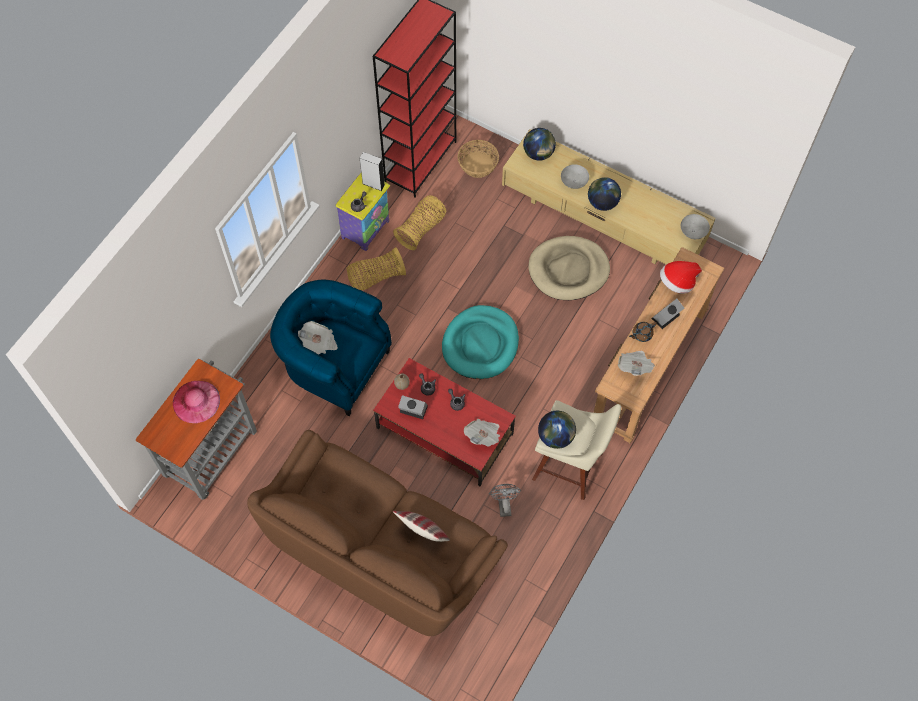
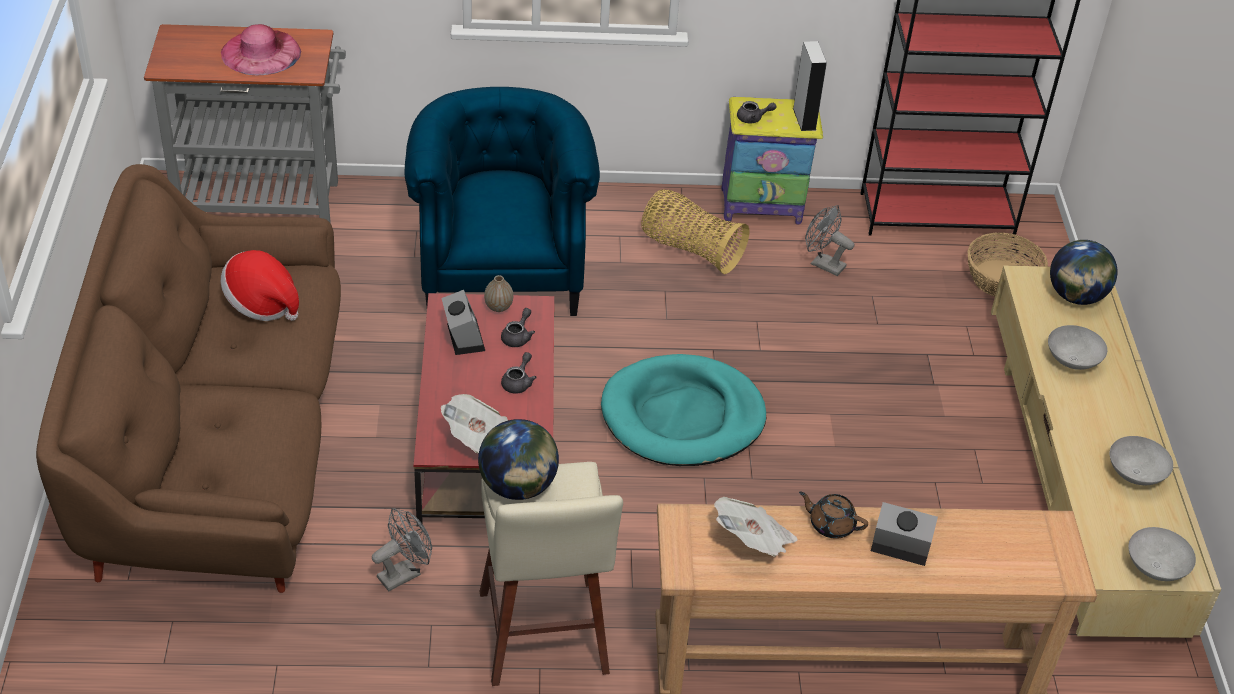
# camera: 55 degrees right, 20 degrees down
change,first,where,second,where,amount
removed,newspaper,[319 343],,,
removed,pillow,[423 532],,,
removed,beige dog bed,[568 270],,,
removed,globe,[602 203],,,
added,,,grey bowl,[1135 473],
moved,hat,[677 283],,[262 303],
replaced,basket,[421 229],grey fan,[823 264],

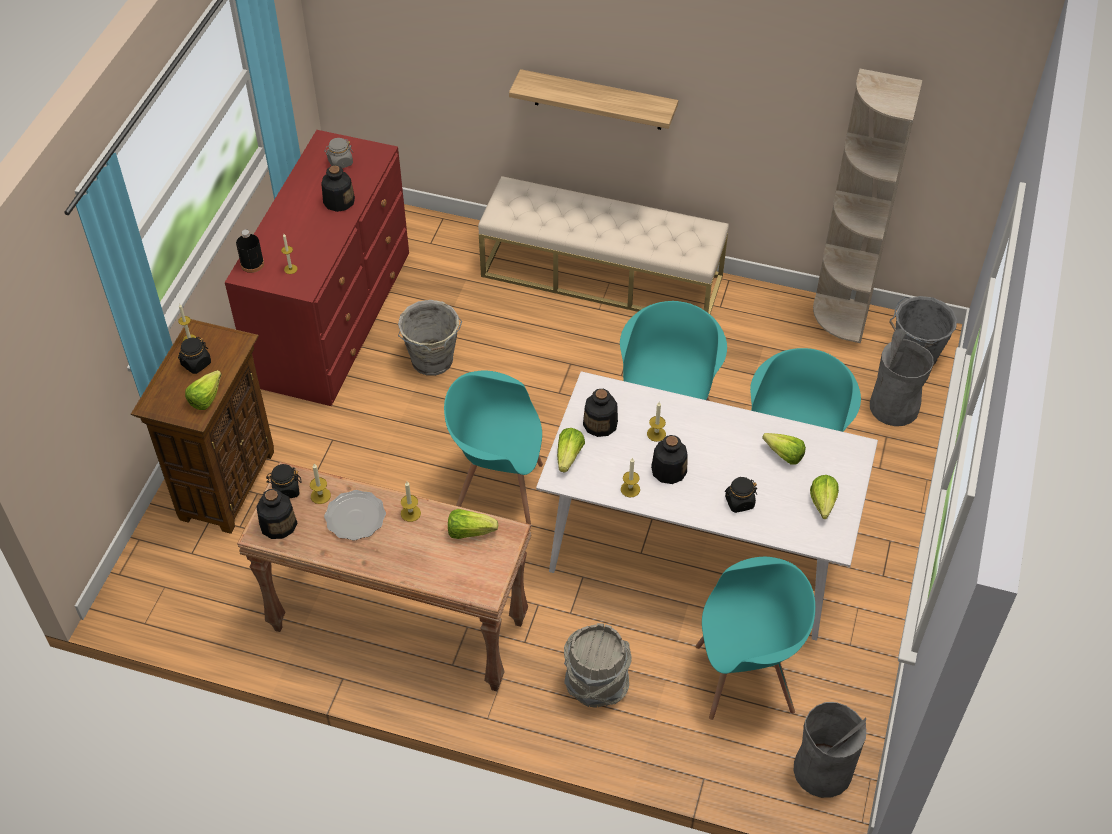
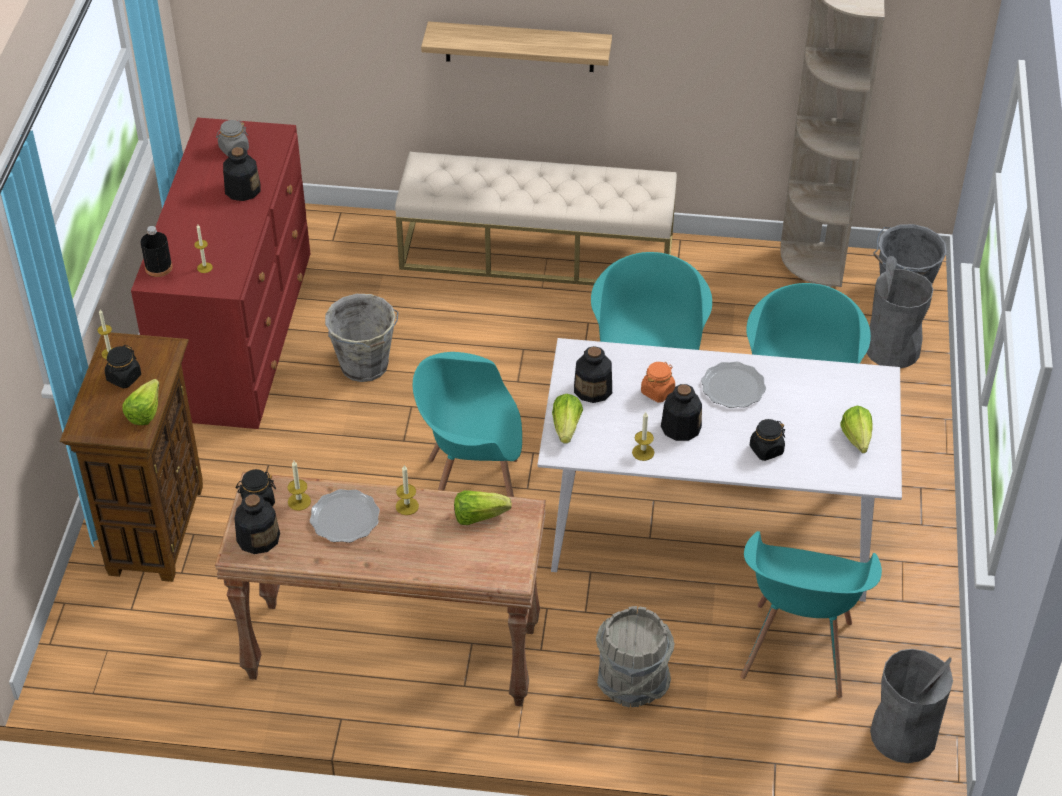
# camera: 10 degrees left, 5 degrees down
change,first,where,second,where,amount
removed,lettuce,[781 453],,,
added,,,plate,[733 387],
replaced,candle,[656 434],orange jar,[657 391],
turned,turquoise chair,[746 678],,[797 652],120 degrees clockwise

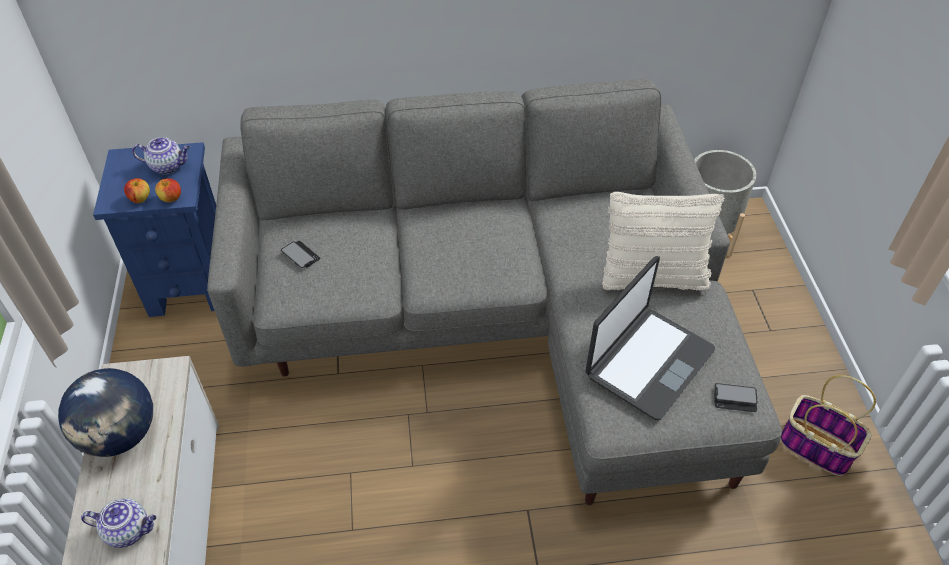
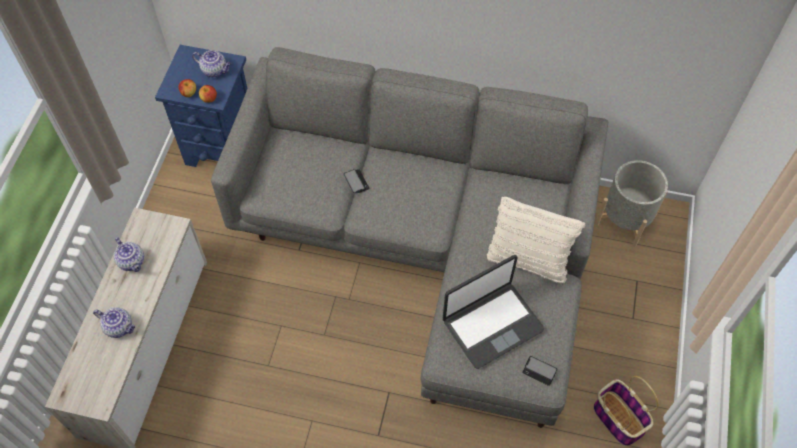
# camera: 20 degrees right, 10 degrees up
change,first,where,second,where,amount
moved,phone,[300 255],,[356 181],
replaced,globe,[121 435],teapot,[132 262],

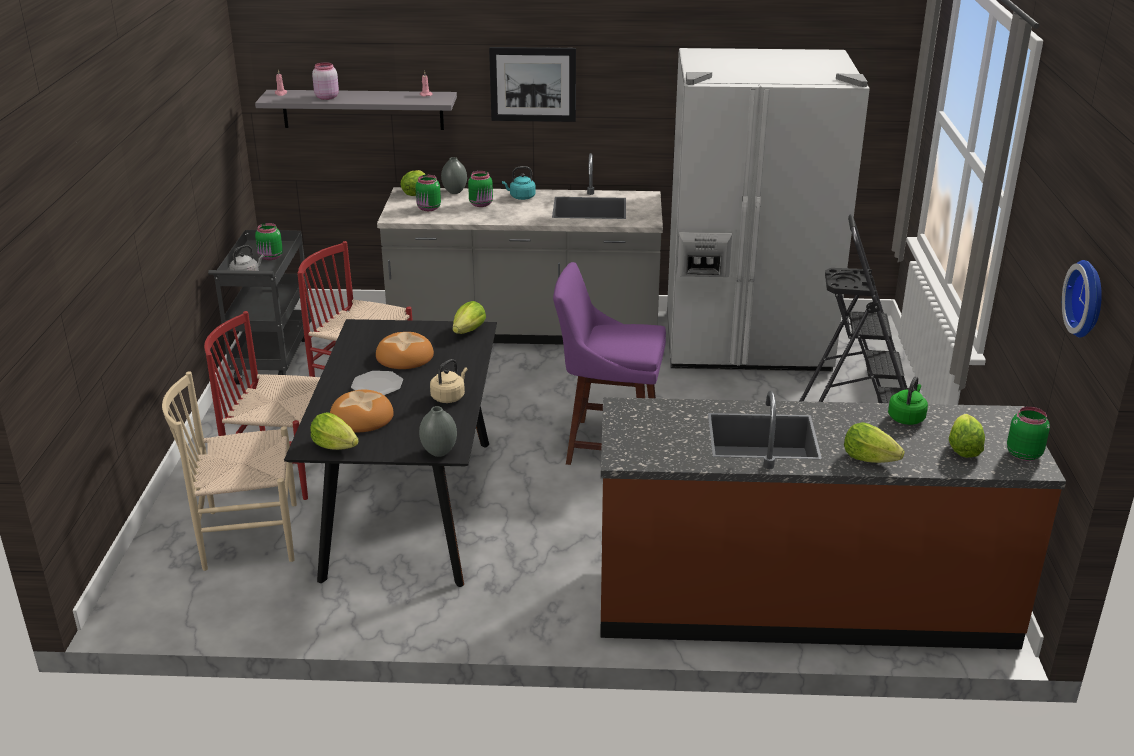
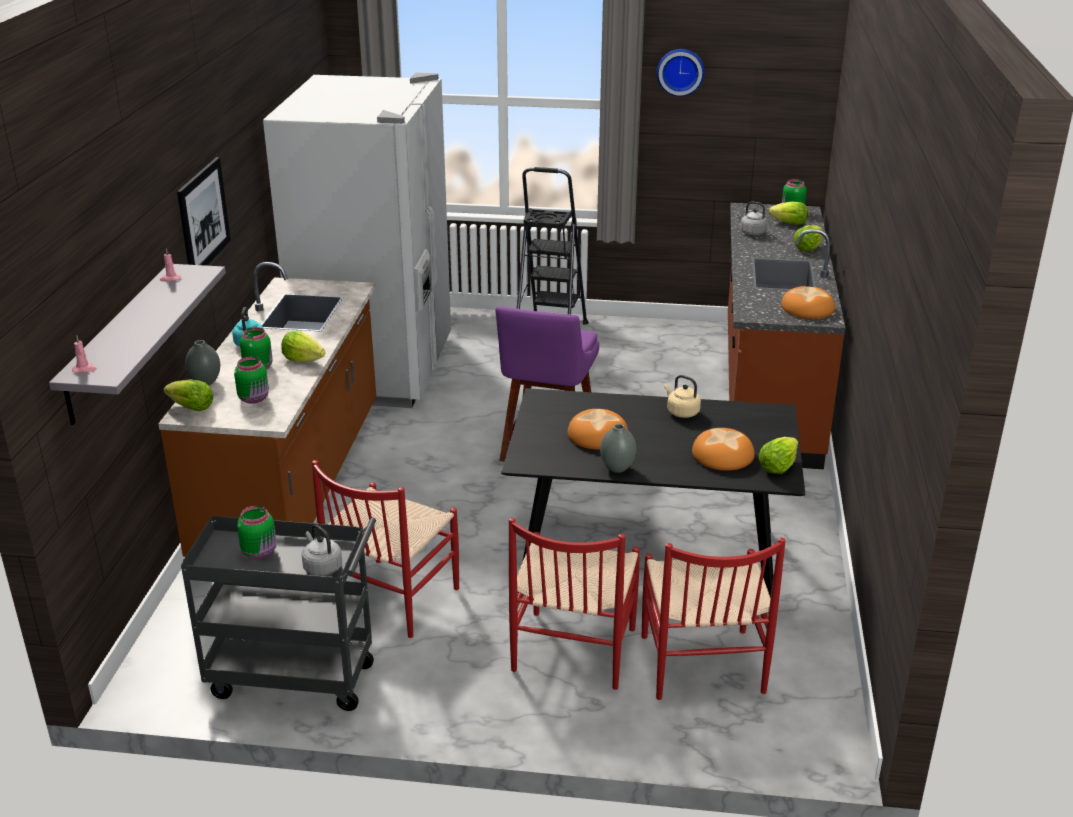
# camera: 85 degrees left, 0 degrees up
change,first,where,second,where,amount
removed,pink jar,[326 97],,,
removed,plate,[377 385],,,
added,,,bread,[808 308],
moved,grey vase,[439 452],,[616 468],
moved,lettuce,[469 331],,[303 360],
moved,wall clock,[1089 298],,[680 71],
recoloured,beige chair,[245 536],red chair,[702 669],
recoloured,grey counter,[525 331],brown counter,[295 485],
recoloured,green kettle,[906 417],grey kettle,[751 232],

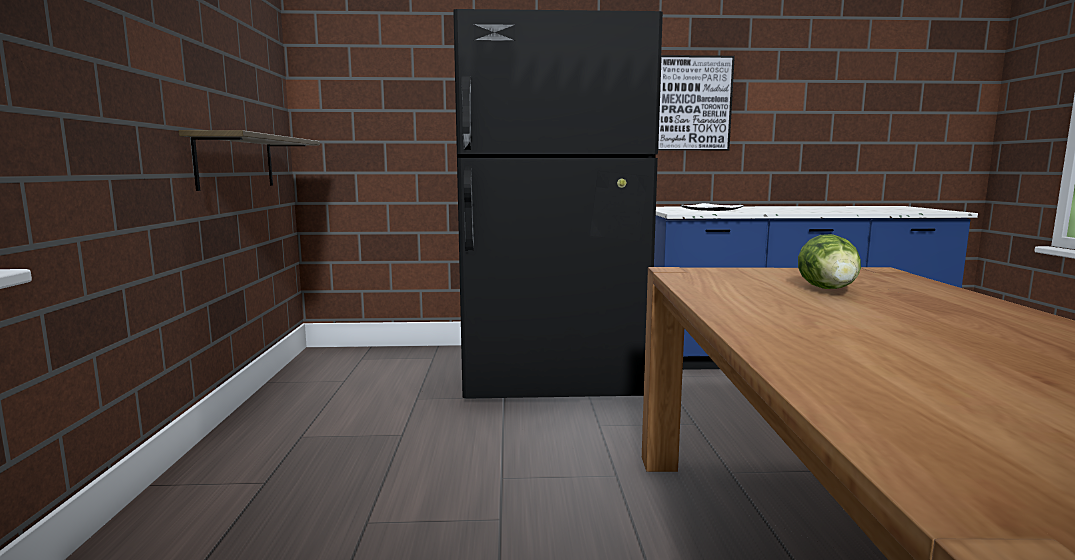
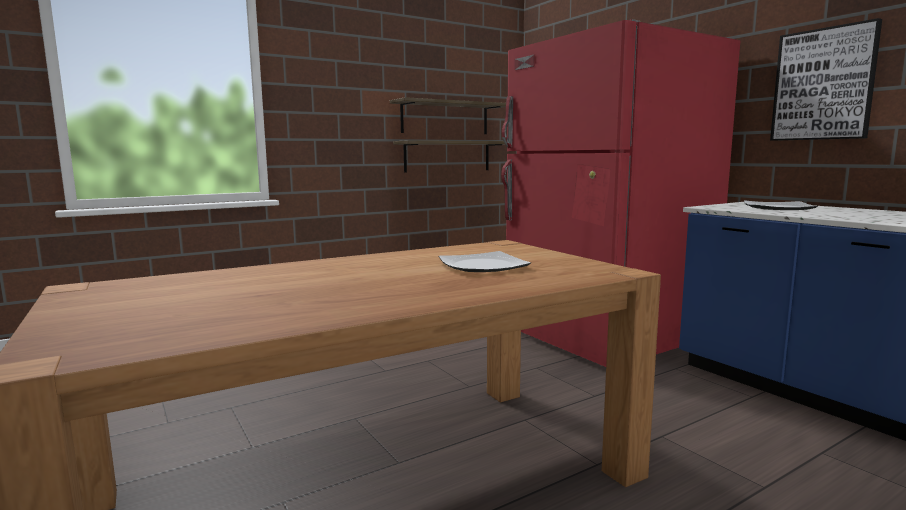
# camera: 60 degrees right, 0 degrees up
change,first,where,second,where,amount
added,,,shelf,[445 118],
replaced,lettuce,[830 290],plate,[484 266],
recoloured,black fridge,[551 371],red fridge,[606 335],

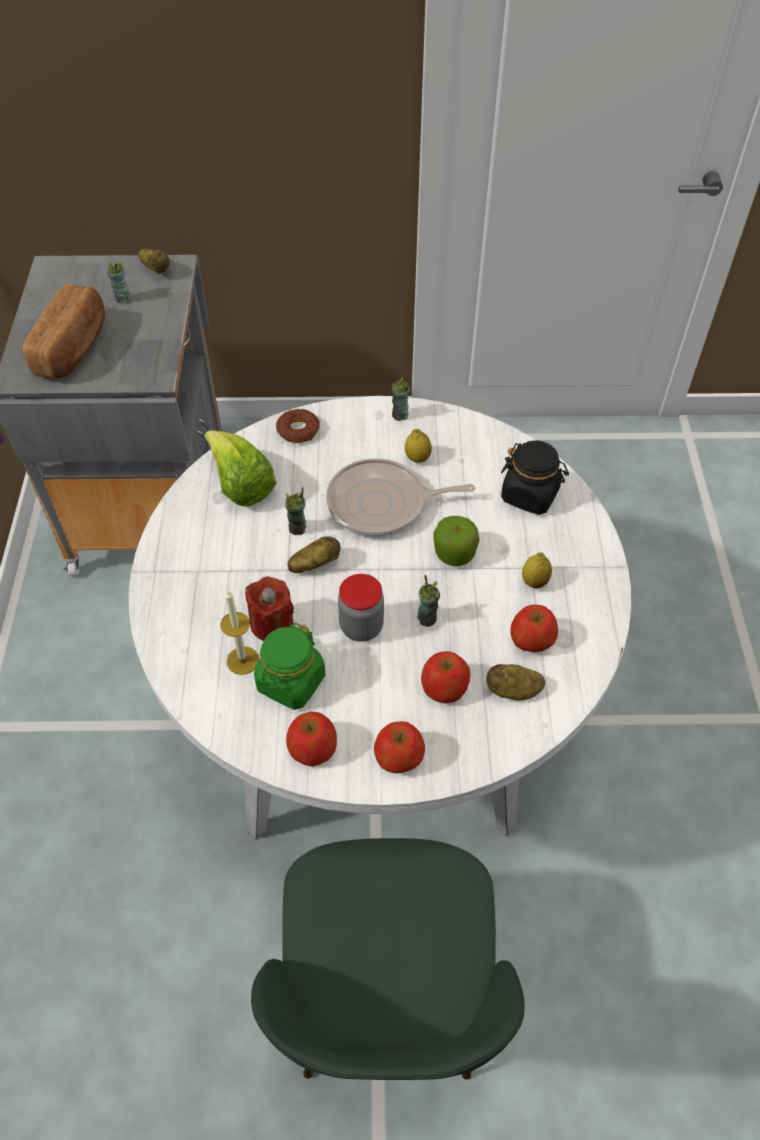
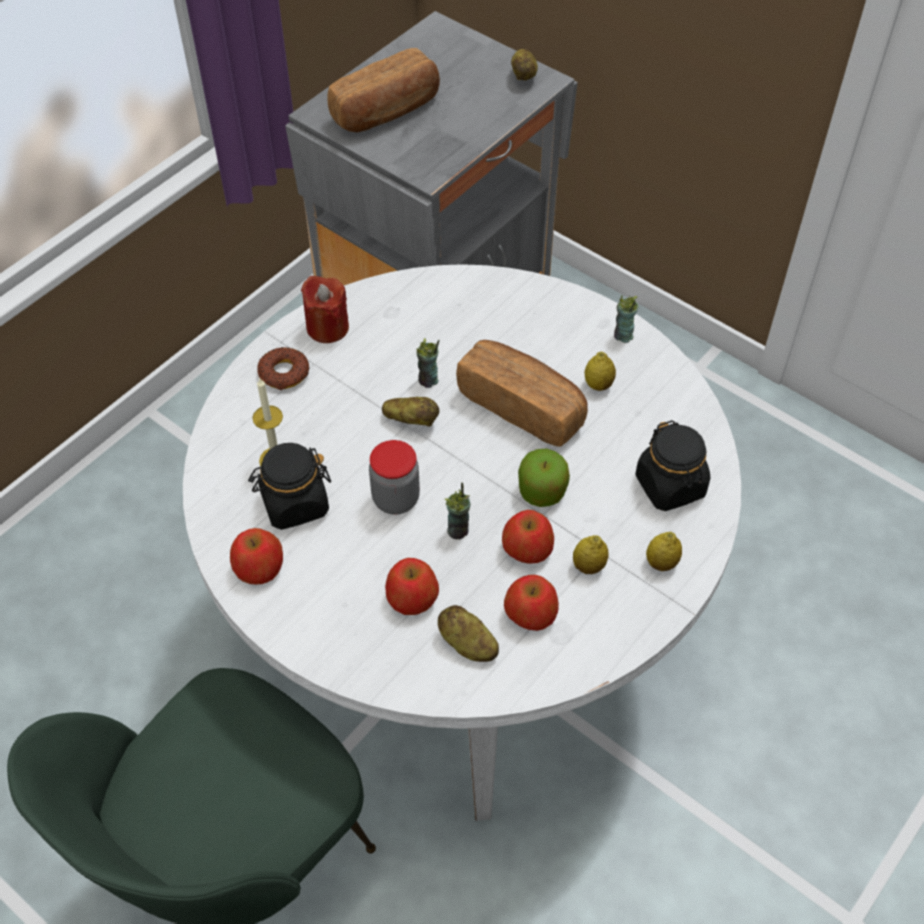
# camera: 40 degrees right, 0 degrees up
change,first,where,second,where,amount
removed,cup,[123 299],,,
removed,lettuce,[241 485],,,
added,,,lemon,[661 563],
moved,red candle,[272 624],,[327 327],
moved,donut,[298 430],,[284 373],
moved,apple,[398 756],,[527 548],
replaced,frying pan,[382 504],bread,[522 406],
recoloured,green jar,[291 682],black jar,[294 504],

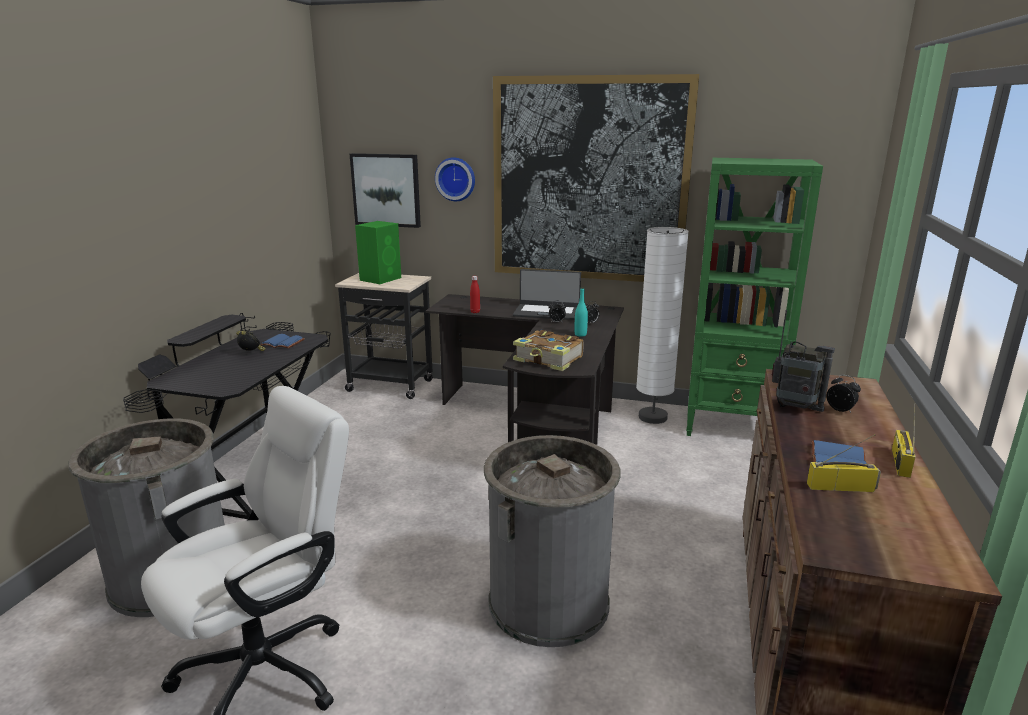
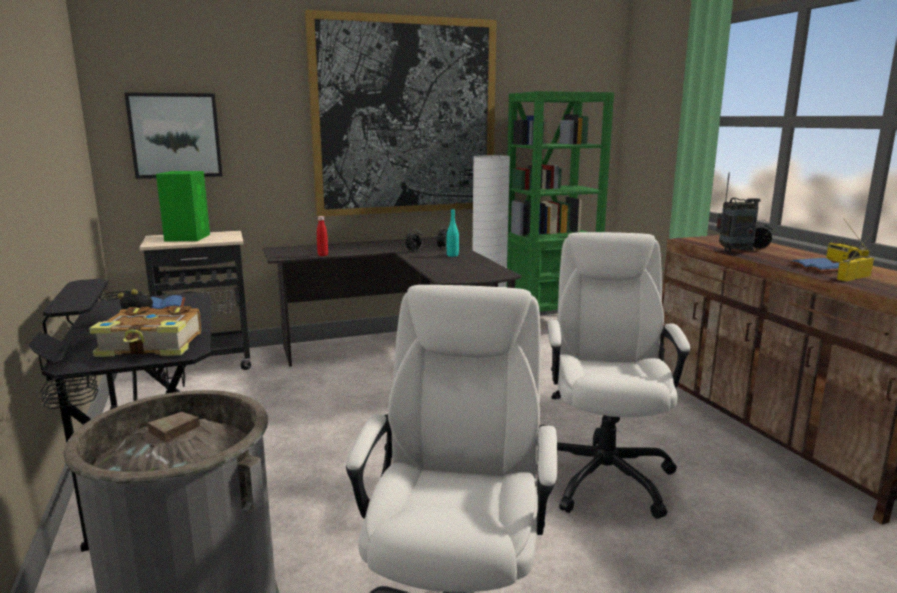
# camera: 35 degrees left, 5 degrees down
change,first,where,second,where,amount
removed,wall clock,[456 179],,,
removed,laptop,[547 312],,,
moved,book,[549 360],,[152 346],
replaced,grey trash can,[549 602],white office chair,[603 475],

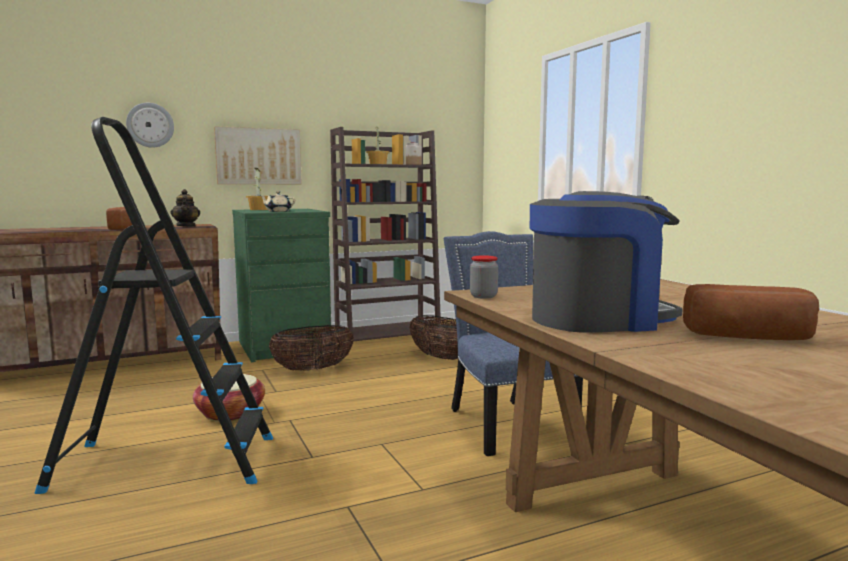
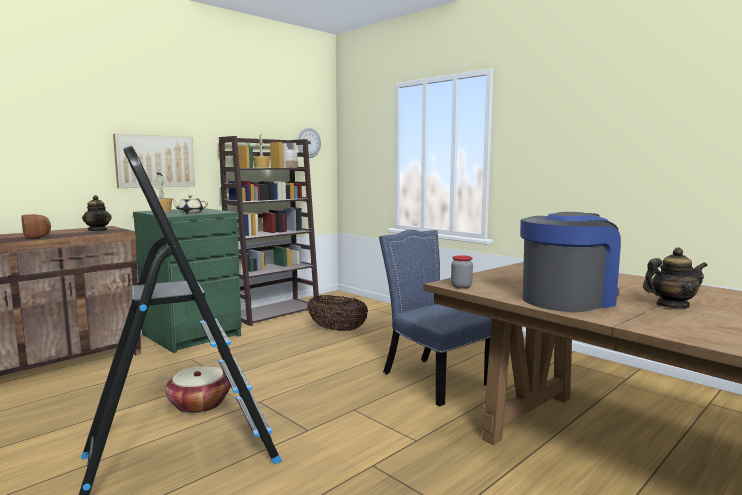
# camera: 20 degrees left, 0 degrees up
change,first,where,second,where,amount
removed,basket,[313 369],,,
moved,wall clock,[150 125],,[308 143],
replaced,bread,[749 337],teapot,[672 305],

